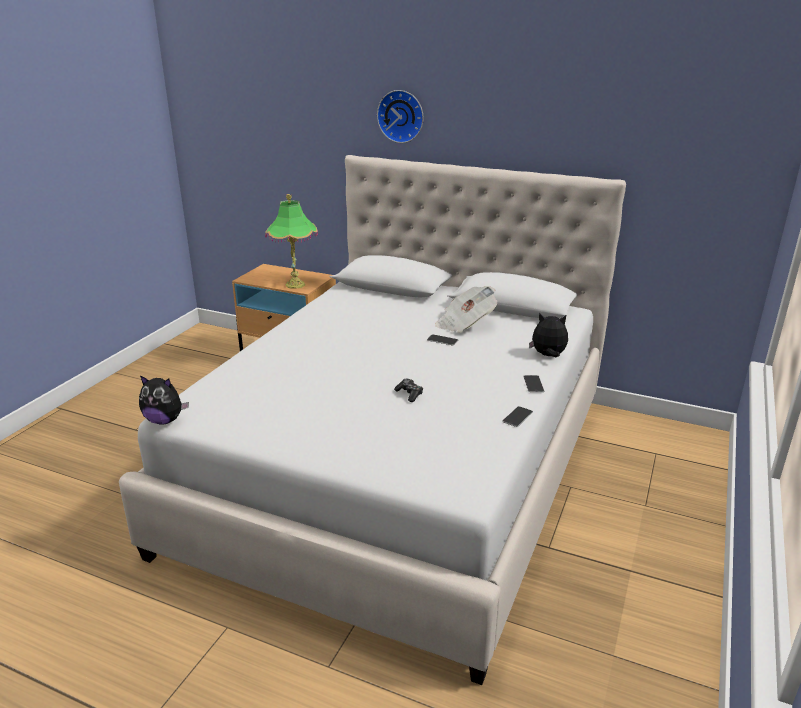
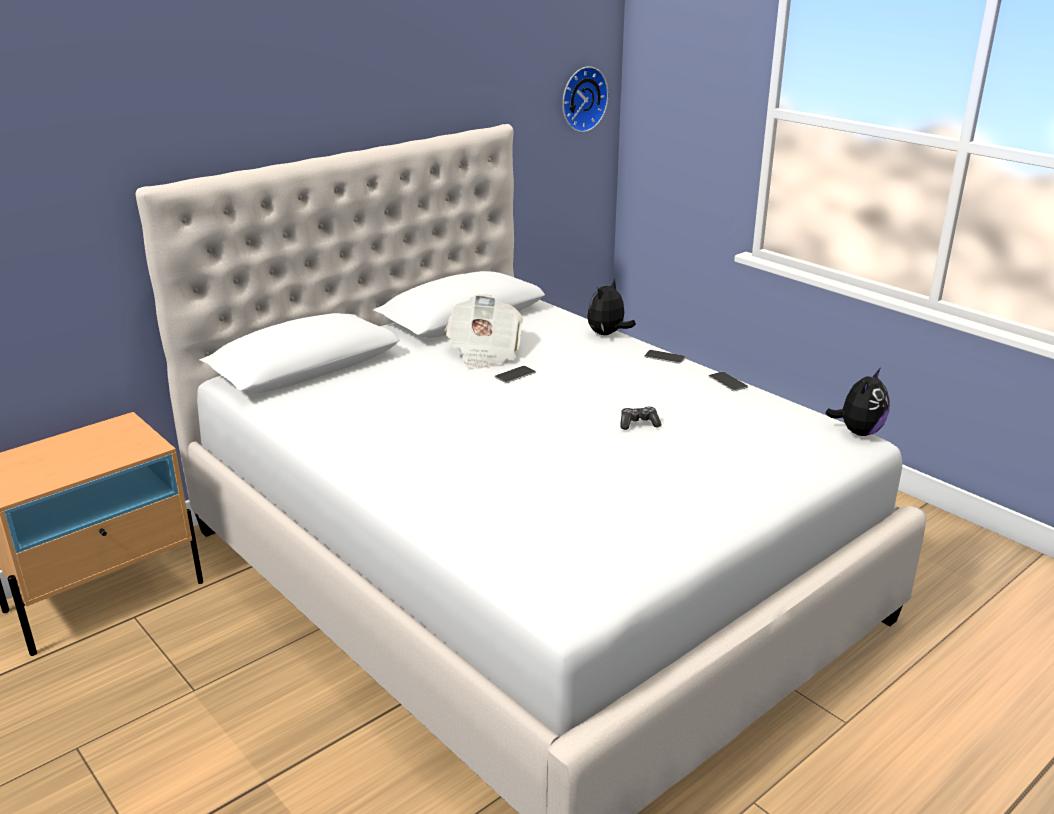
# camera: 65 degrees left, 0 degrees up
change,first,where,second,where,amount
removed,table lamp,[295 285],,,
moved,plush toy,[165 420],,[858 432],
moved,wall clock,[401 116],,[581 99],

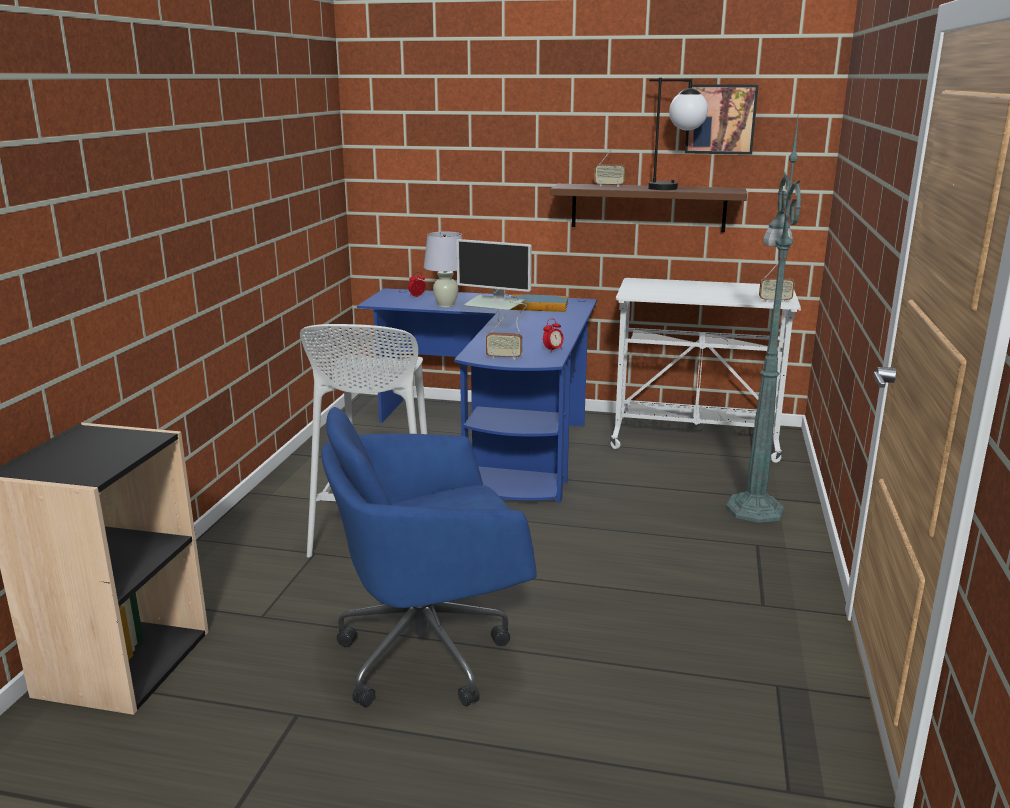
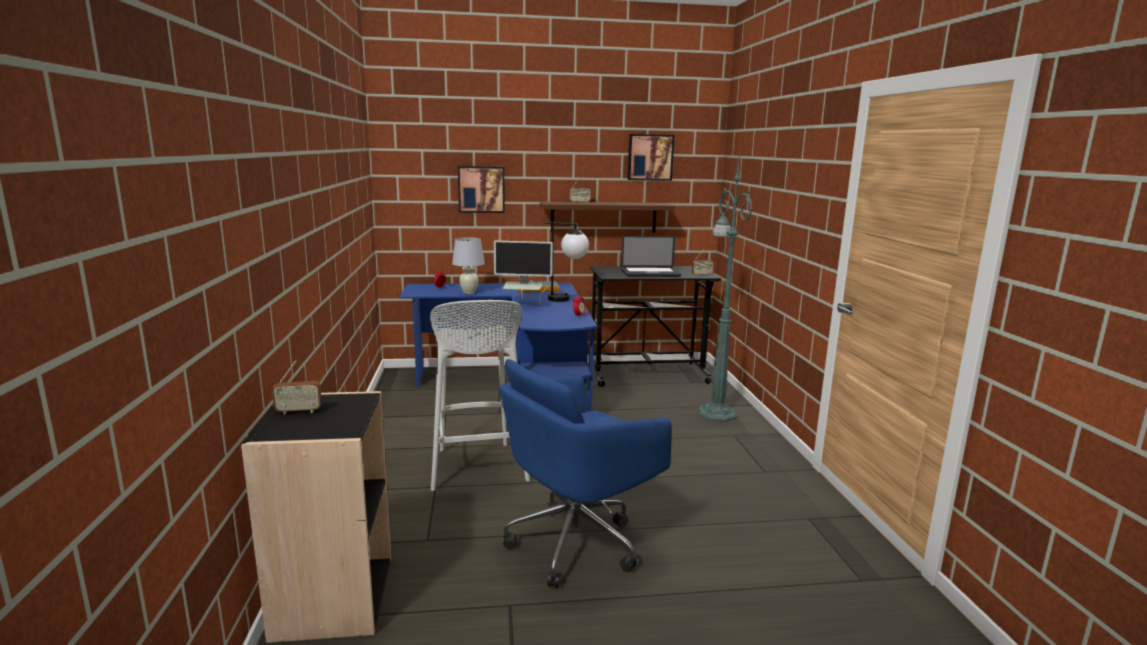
# camera: 20 degrees left, 5 degrees down
change,first,where,second,where,amount
added,,,picture,[481 189],
added,,,laptop,[650 273],
moved,radio,[504 357],,[299 411],
moved,table lamp,[674 189],,[567 299],
recoloured,white desk,[695 438],black desk,[648 374],

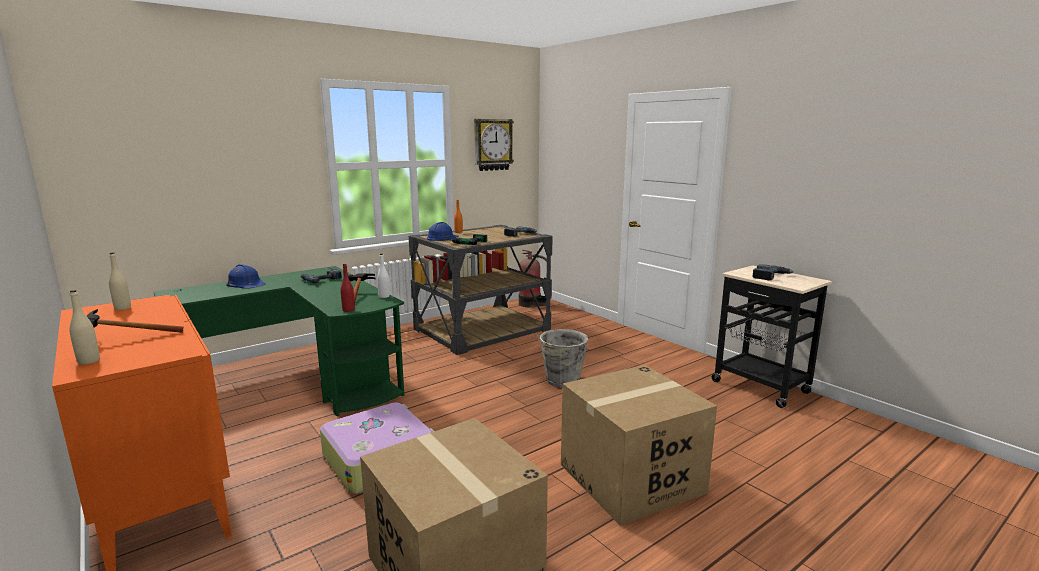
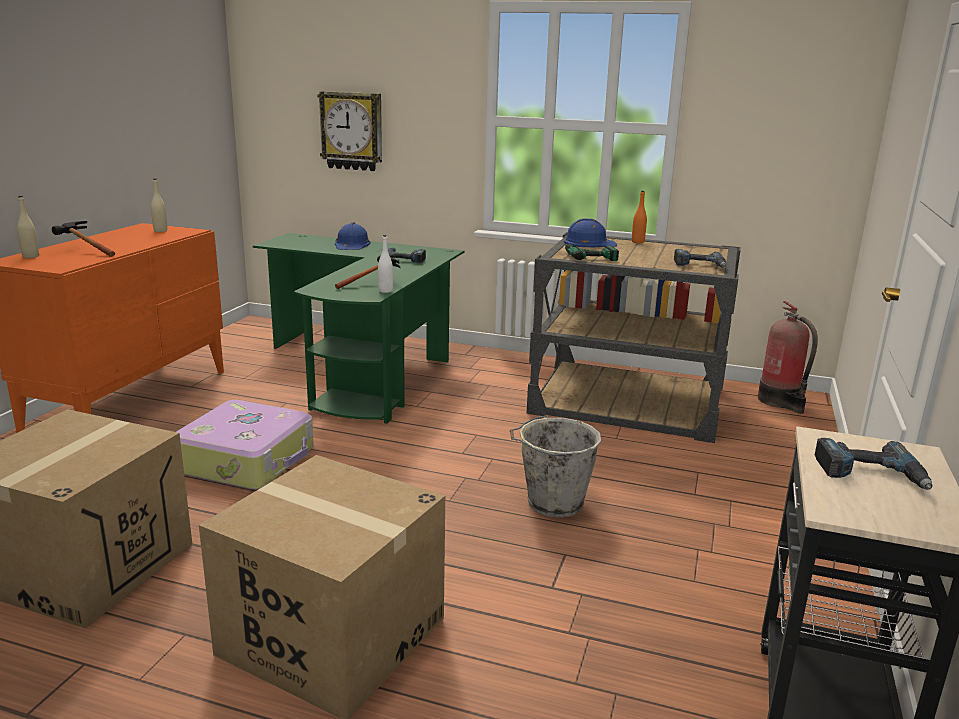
# camera: 55 degrees right, 5 degrees up
change,first,where,second,where,amount
removed,red bottle,[348 310],,,
moved,wall clock,[492 145],,[352 131],

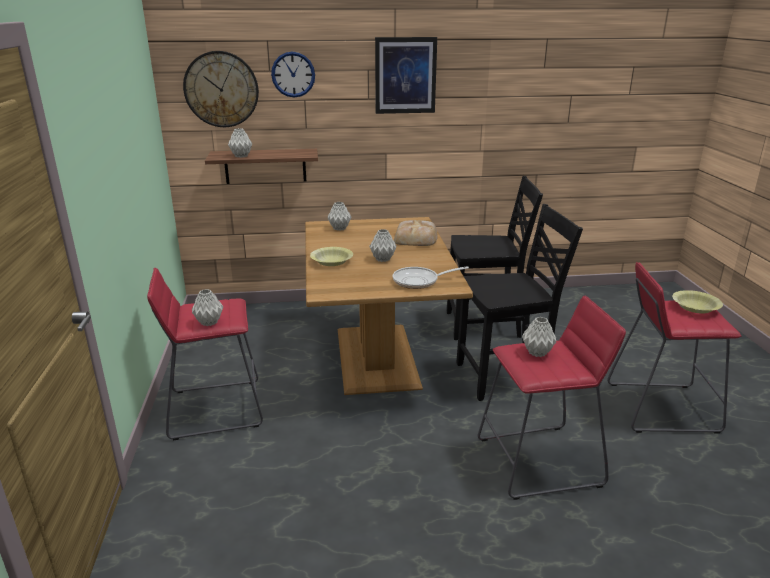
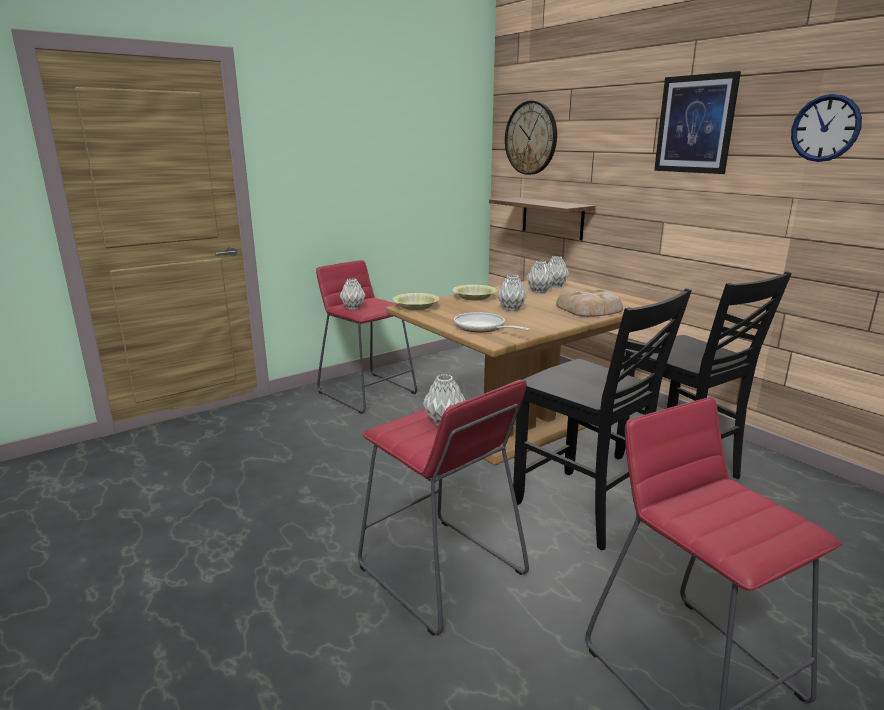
# camera: 60 degrees right, 5 degrees down
change,first,where,second,where,amount
moved,grey vase,[241 156],,[539 291],
moved,wall clock,[293 74],,[825 128],
moved,yellow bowl,[695 308],,[416 307],

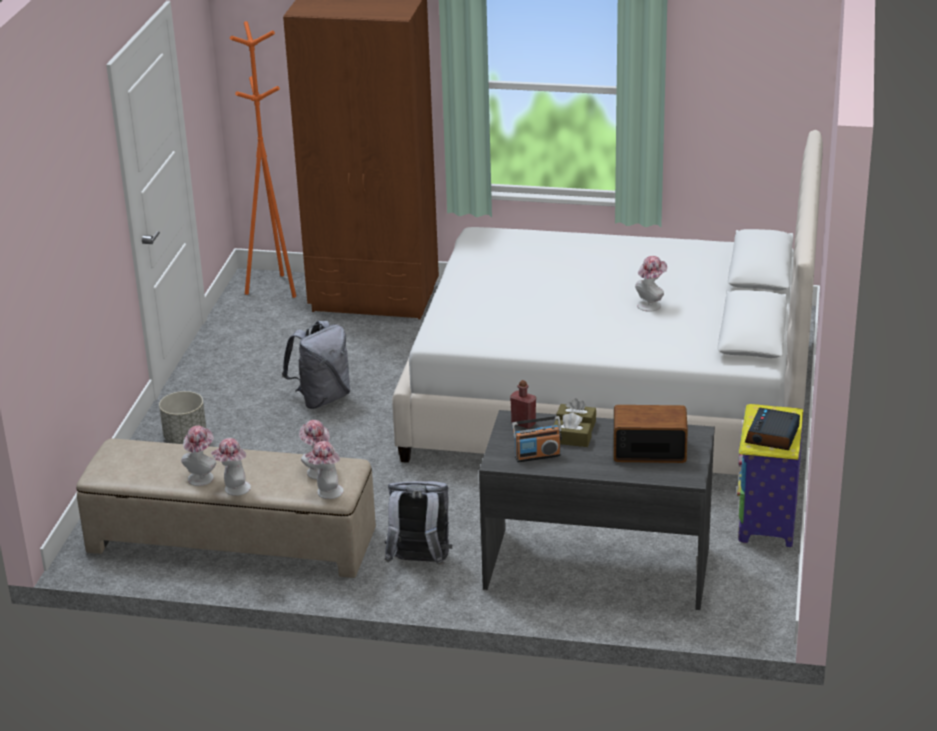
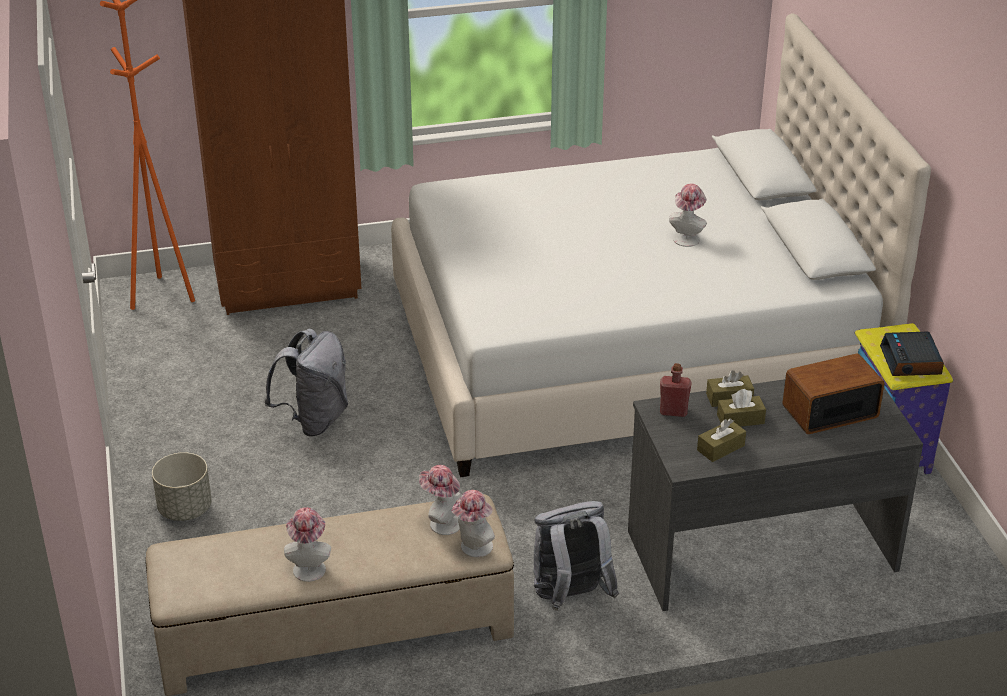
# camera: 25 degrees left, 5 degrees up
change,first,where,second,where,amount
removed,hat,[234 489],,,
replaced,radio,[537 456],brown tissue box,[720 448],

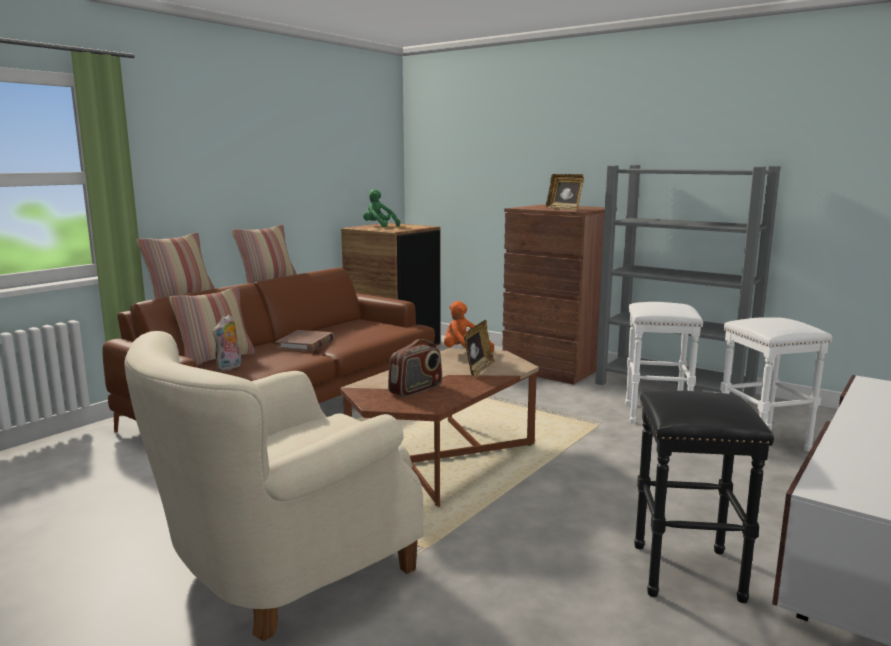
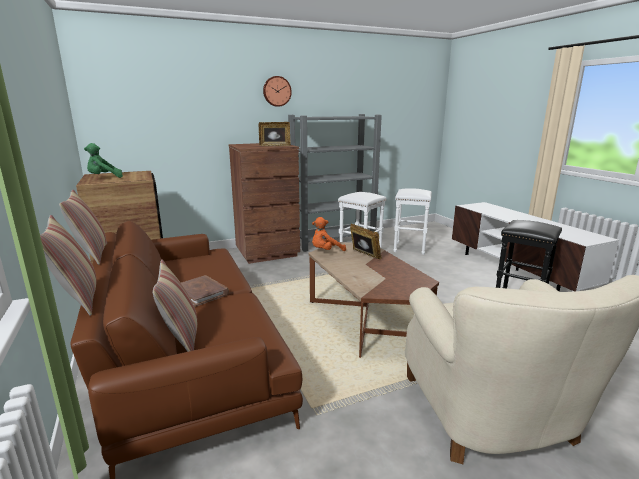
# camera: 60 degrees left, 5 degrees up
change,first,where,second,where,amount
removed,plush toy,[229 368],,,
removed,radio,[416 389],,,
added,,,wall clock,[276 91],

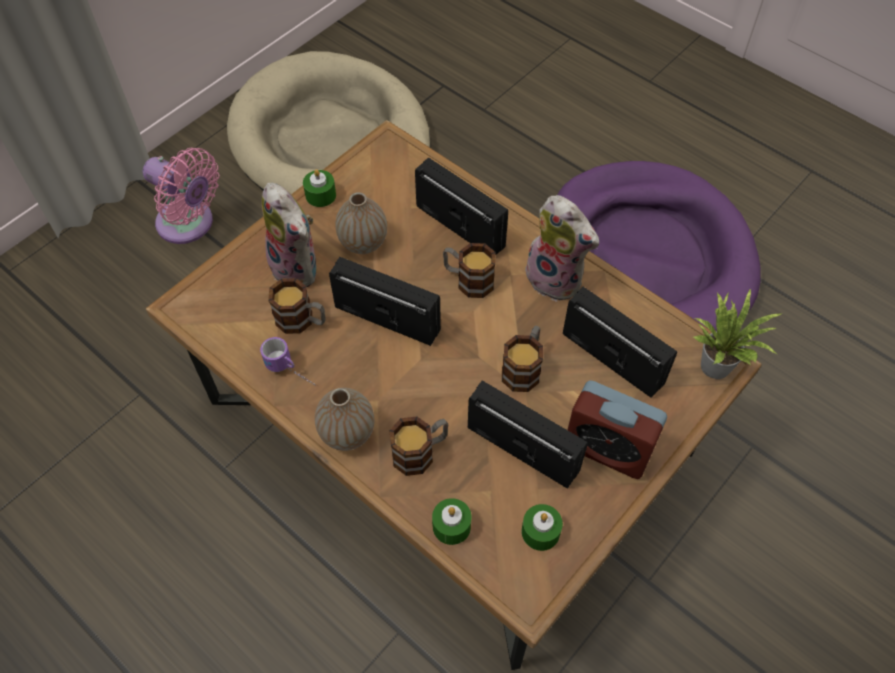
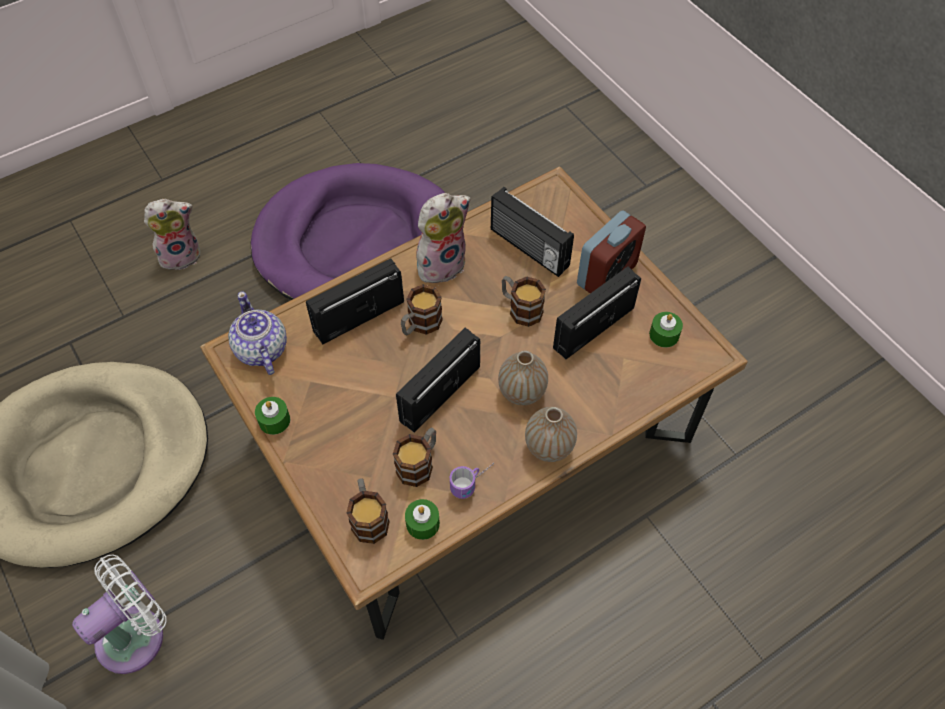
# camera: 75 degrees left, 0 degrees up
change,first,where,second,where,amount
removed,potted plant,[717 363],,,
added,,,teapot,[261 350],
moved,plush toy,[299 268],,[181 255],
moved,vase,[363 243],,[522 392],
moved,mug,[420 452],,[368 517],
moved,green candle,[451 526],,[422 523],
recoloured,pink fan,[189 224],white fan,[137 634],
turned,radio,[613 357],,[528 249],105 degrees counterclockwise

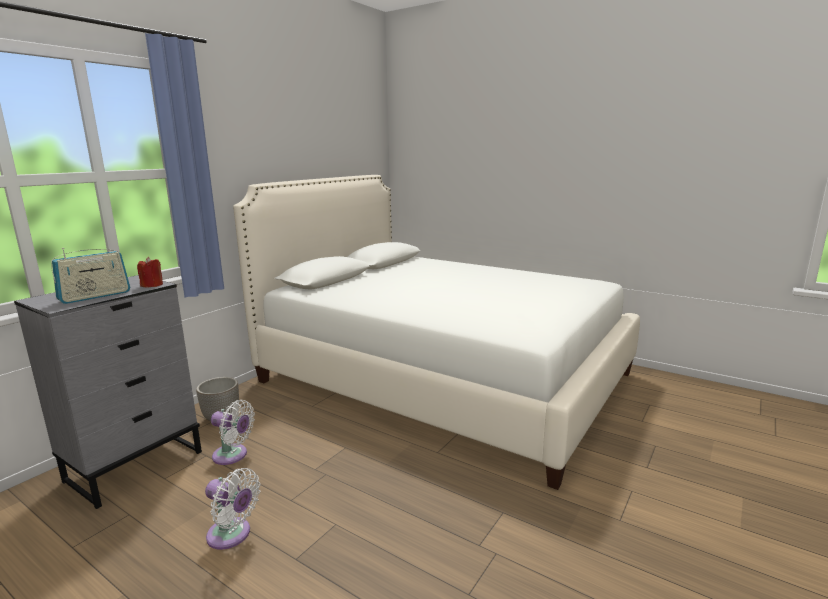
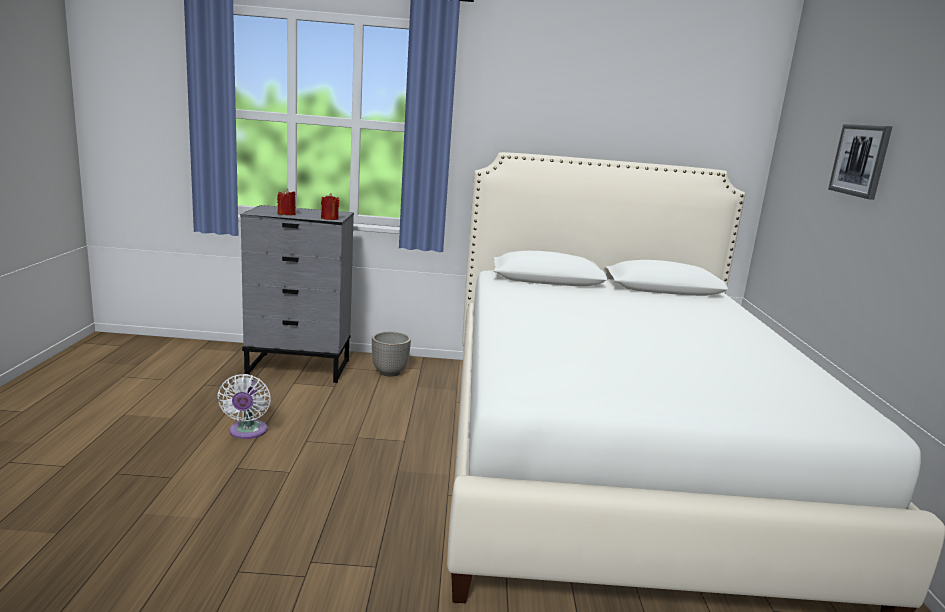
# camera: 55 degrees right, 0 degrees up
change,first,where,second,where,amount
removed,white fan,[233 455],,,
added,,,picture,[860 160],
replaced,radio,[95 296],red candle,[286 214],

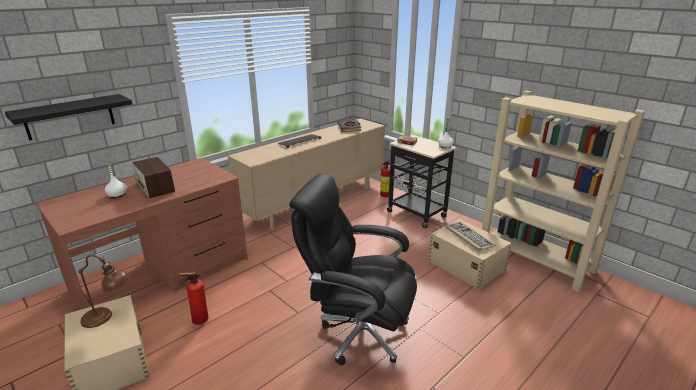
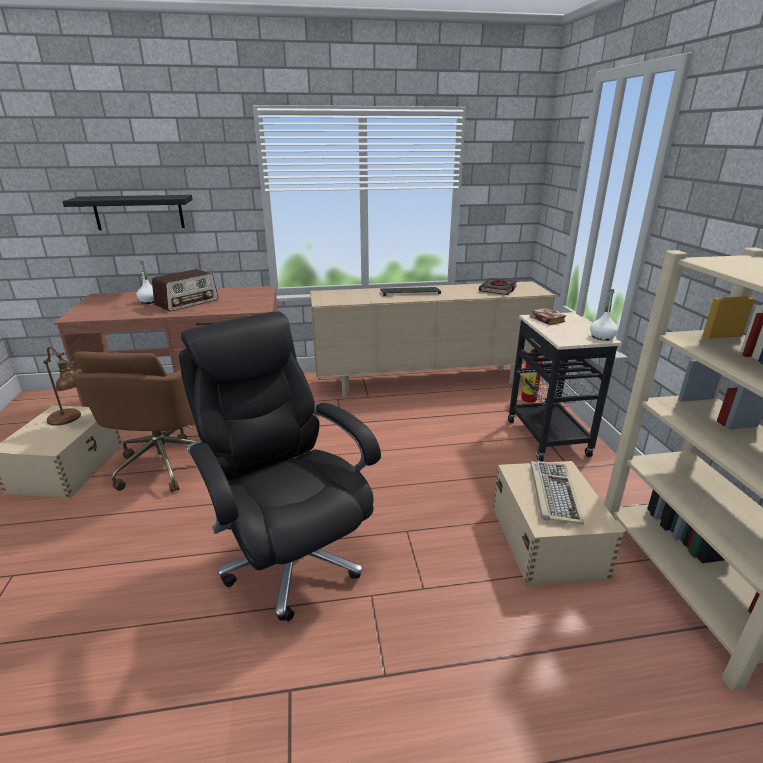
# camera: 35 degrees right, 0 degrees up
change,first,where,second,where,amount
replaced,fire extinguisher,[198 321],brown office chair,[166 463],
turned,radio,[155 187],,[187 302],135 degrees counterclockwise

